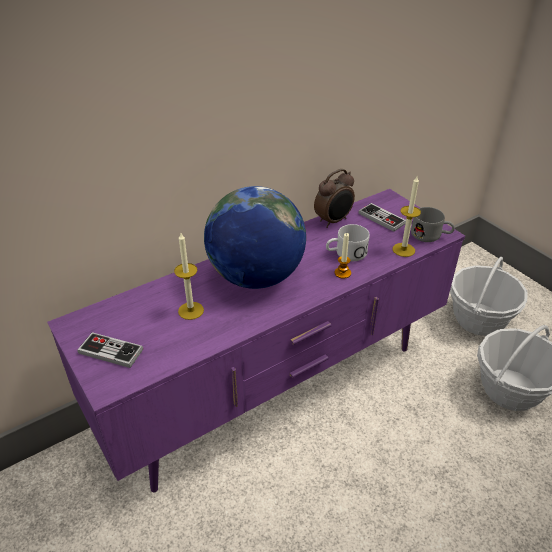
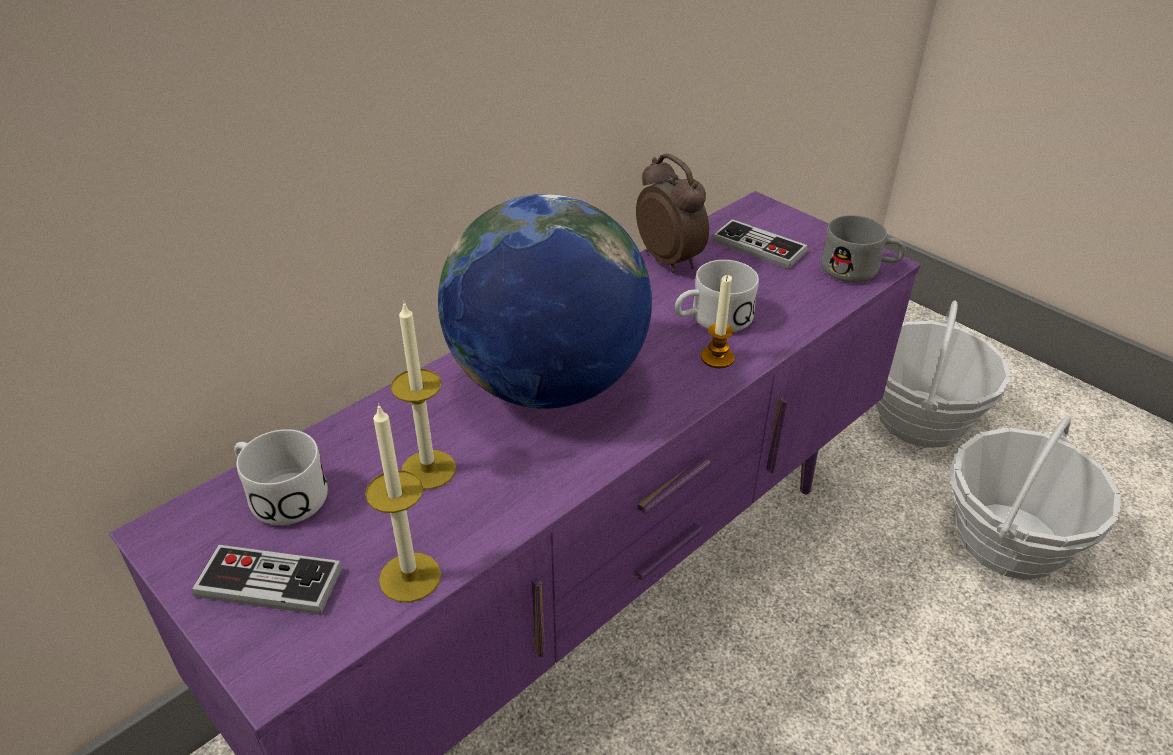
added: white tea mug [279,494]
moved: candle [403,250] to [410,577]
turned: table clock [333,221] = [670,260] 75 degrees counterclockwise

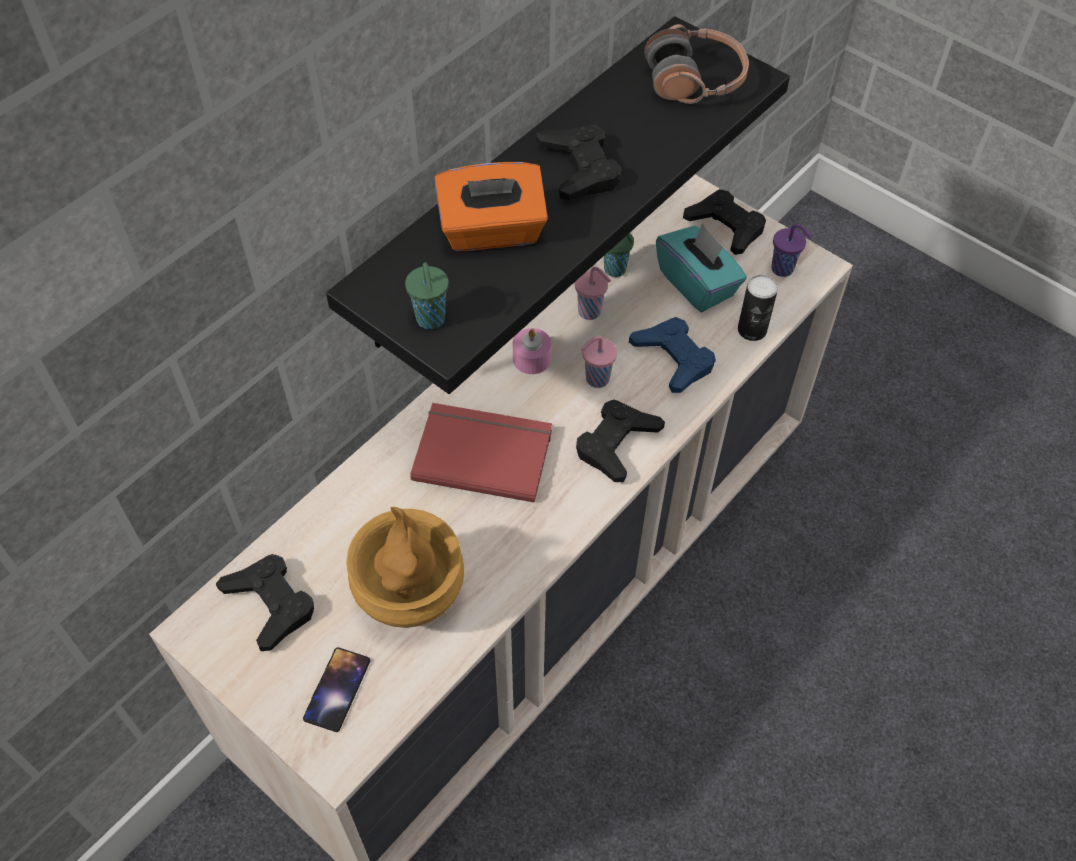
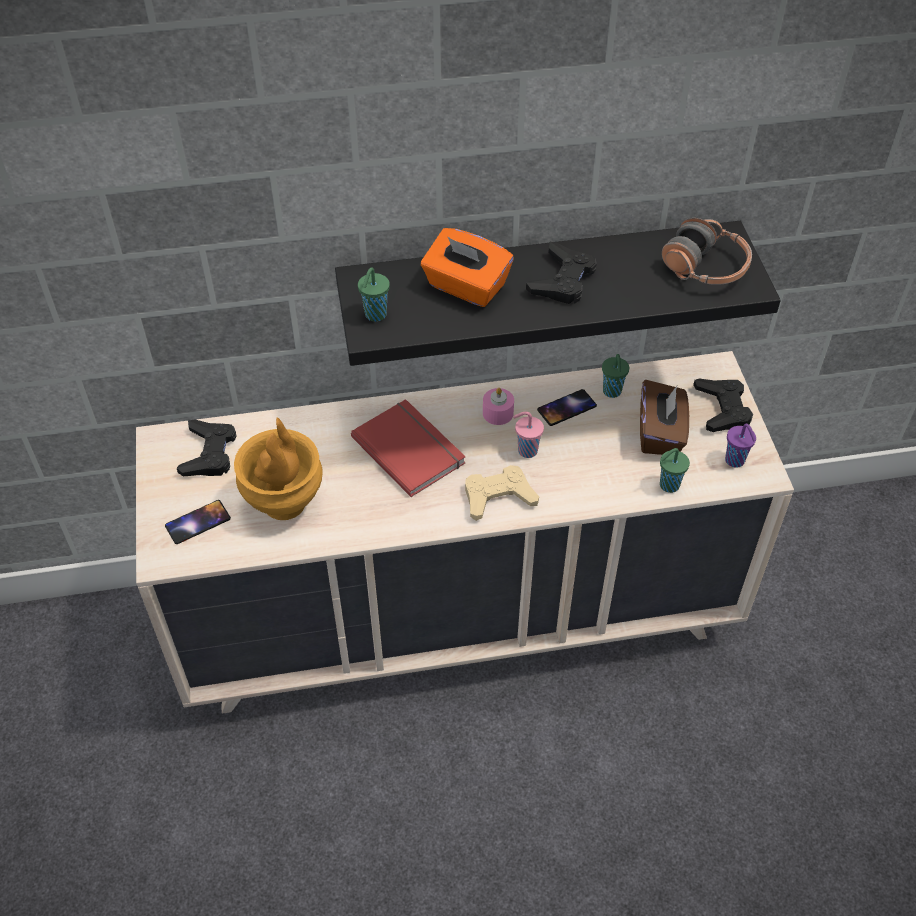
removed: blue-coloured joypad [673,358]
replaced: pink drinking cup [591,312] to phone [567,408]; can [752,330] to greenish drinking cup [668,485]
recoloured: blackish joypad [616,444] to beige joypad [498,497]; turquoise tissue box [697,284] to brown tissue box [660,433]

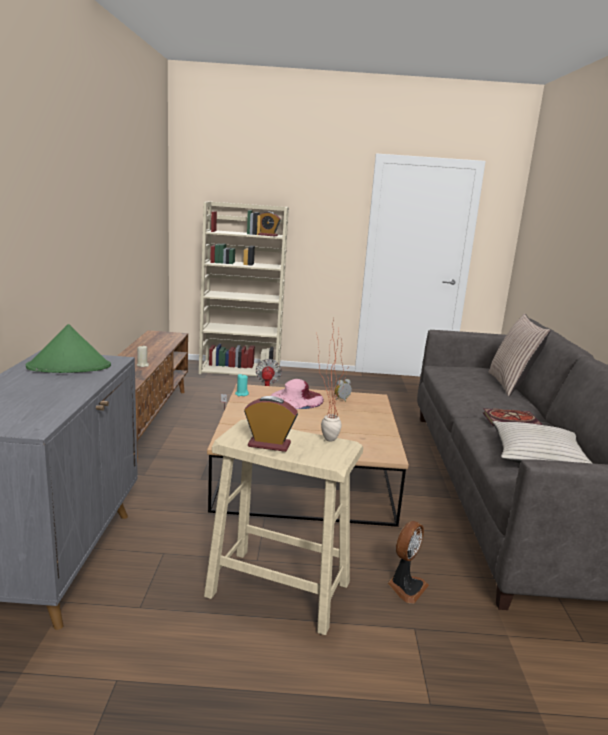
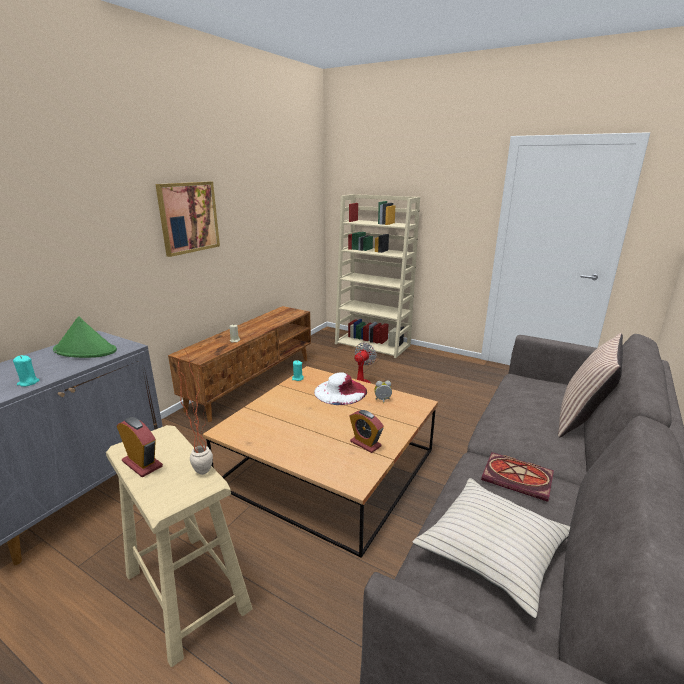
removed: electric fan [405,587]
added: turquoise candle [28,382]; wall picture [188,217]
moved: table clock [268,235] to [365,444]
recoloured: pink hat [296,398] to white hat [340,391]

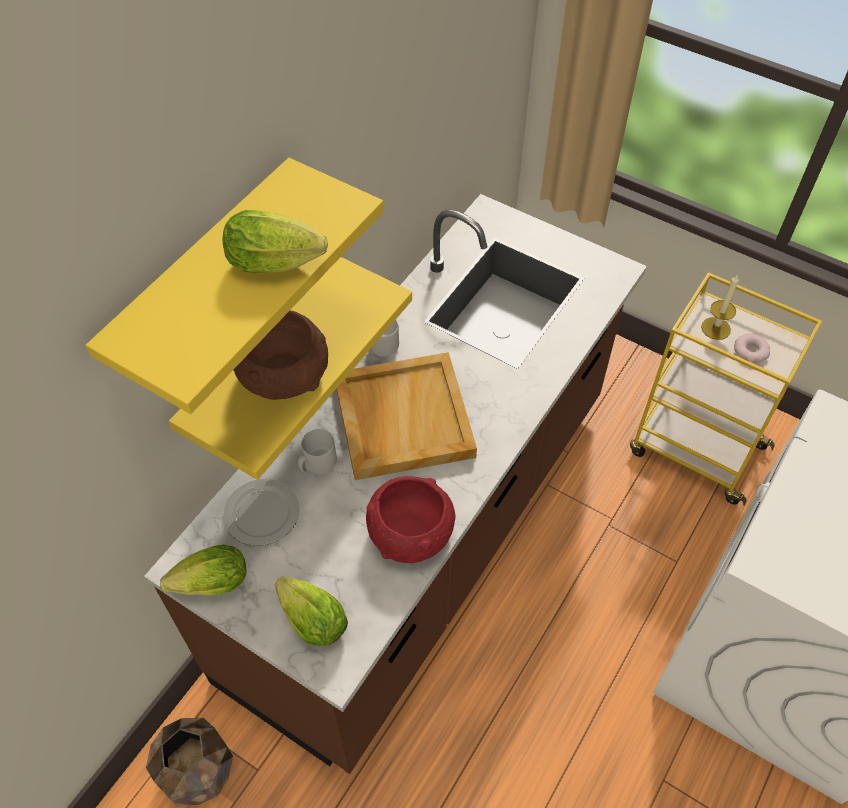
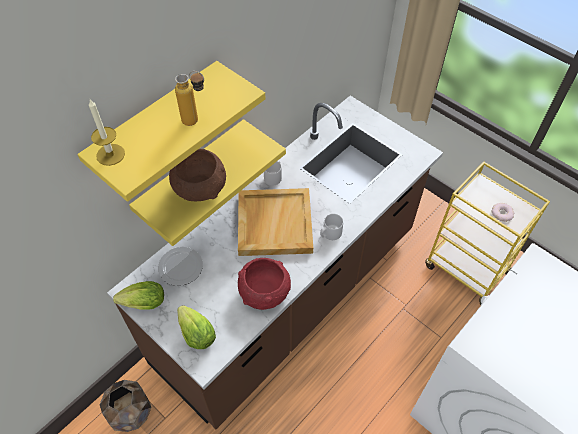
moved: greyish tea mug [317,464] to [330,234]; candle [715,328] to [110,154]
replaced: head of lettuce [280,263] to drink bottle [196,122]

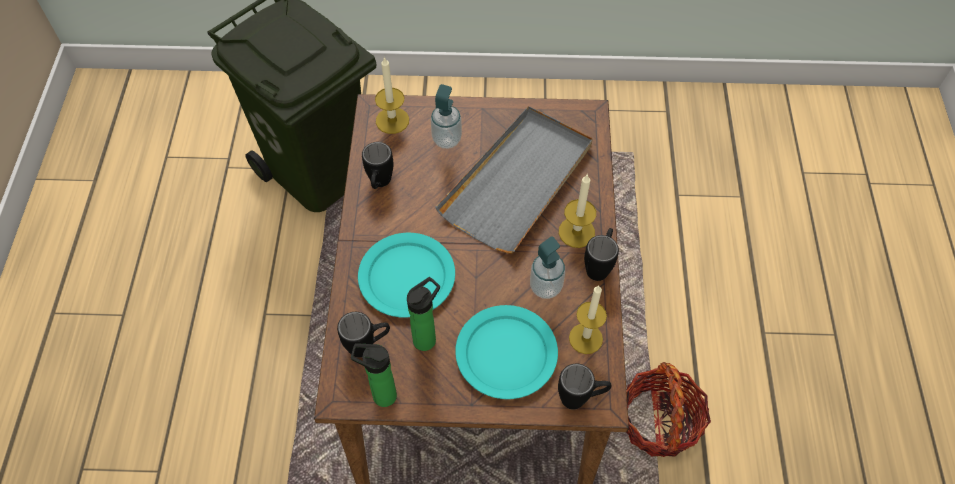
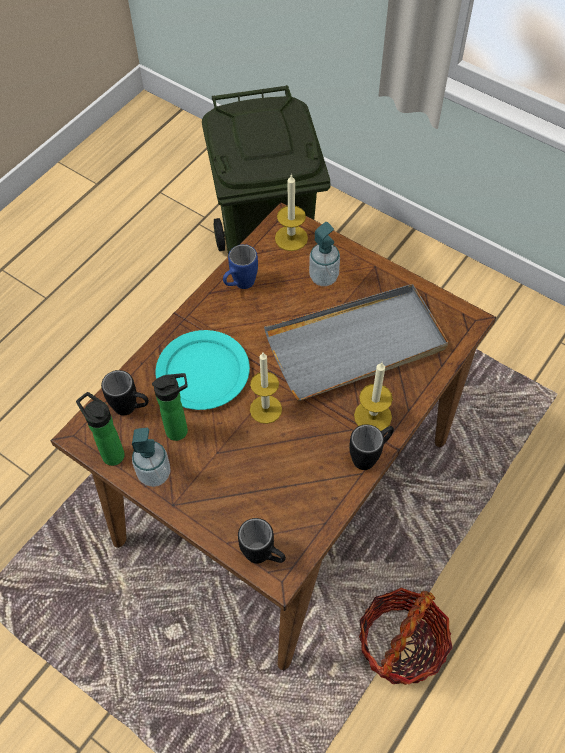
removed: turquoise flat dish [506,354]
moved: liquid soap bottle [545,287] to [154,474]; candle [585,338] to [265,409]
recoloured: blackish tea mug [379,185] to blue-coloured tea mug [240,285]

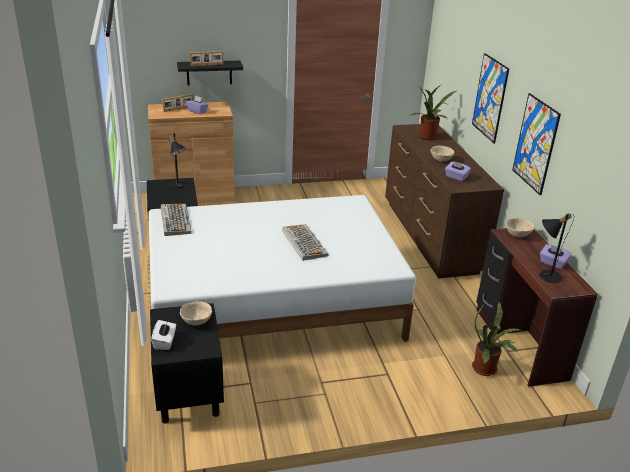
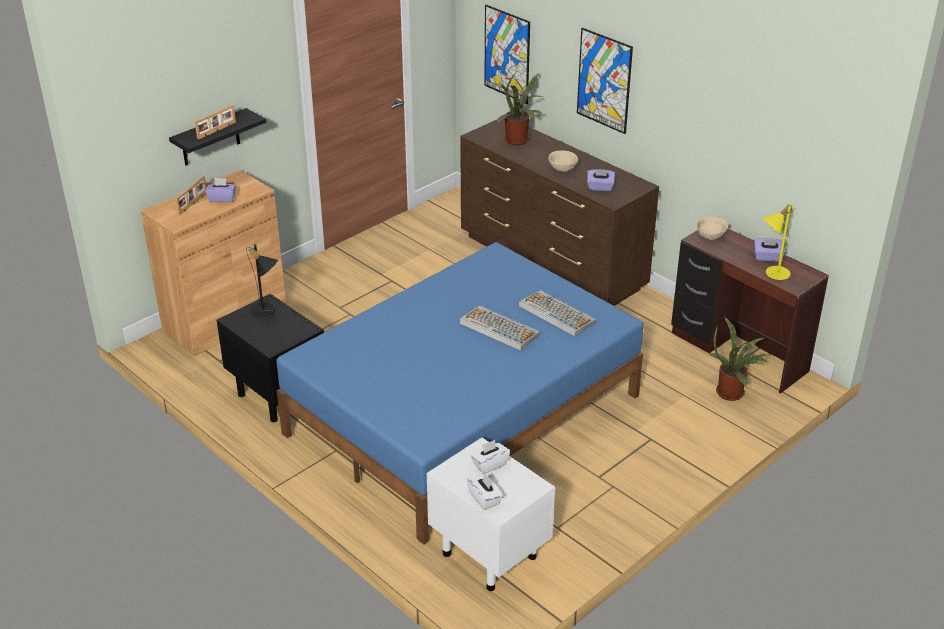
moved: keyboard [175,220] to [556,314]; wall picture [535,144] to [507,54]
replaced: beige deep dish [196,322] to white tissue box [489,464]
recoloured: white bedroom bed [272,302] to blue-coloured bedroom bed [463,414]; blackish bedside table [189,397] to white bedside table [488,554]; blackish tabletop lamp [546,275] to yellowish tabletop lamp [772,272]

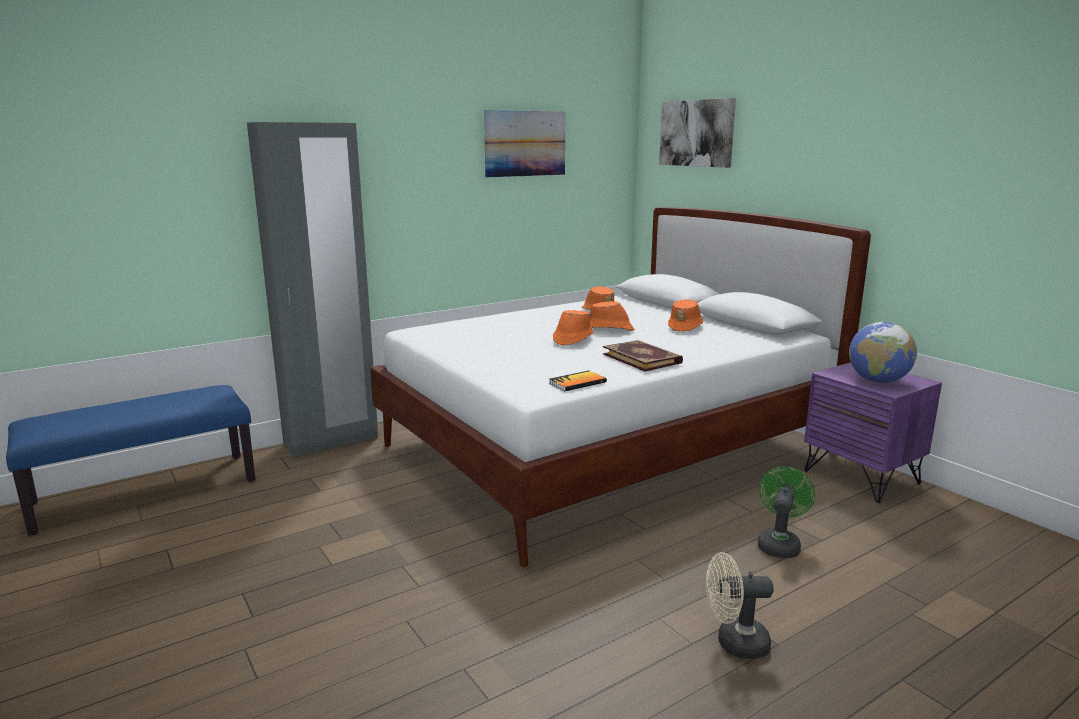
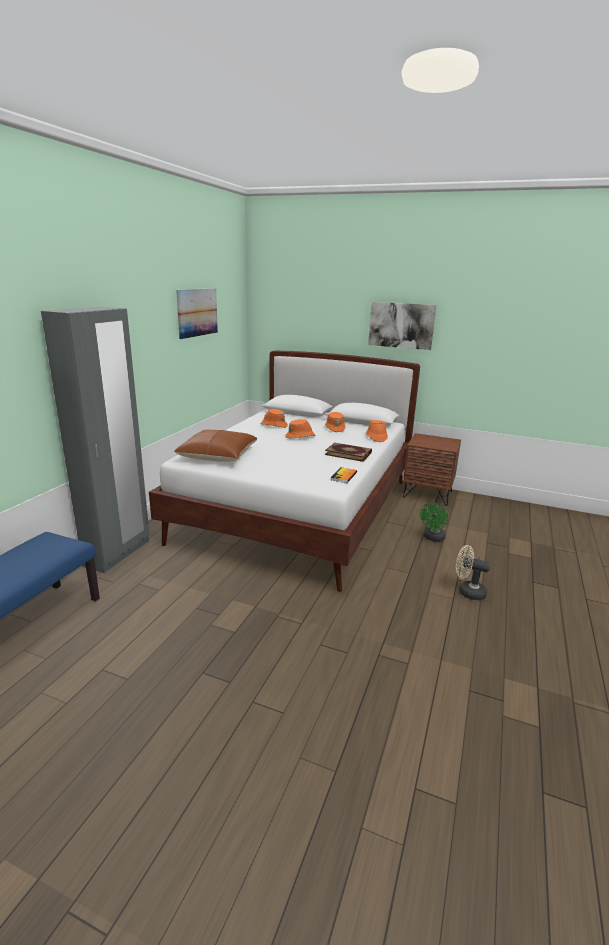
removed: desk globe [878,381]
added: brown throw pillow [217,455]
moved: orange hat [572,339] to [376,437]; wall picture [697,133] to [401,325]
recoloured: purplish bedside table [862,477] to brown bedside table [427,494]
turned: beige electric fan [734,643] = [467,592] 60 degrees clockwise; greenish electric fan [779,544] = [433,538] 135 degrees counterclockwise

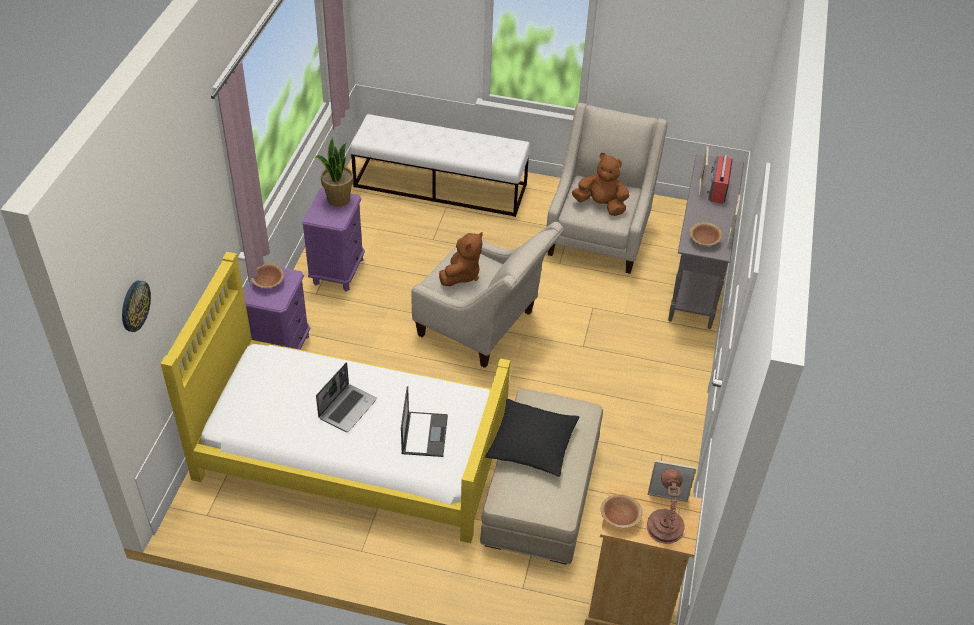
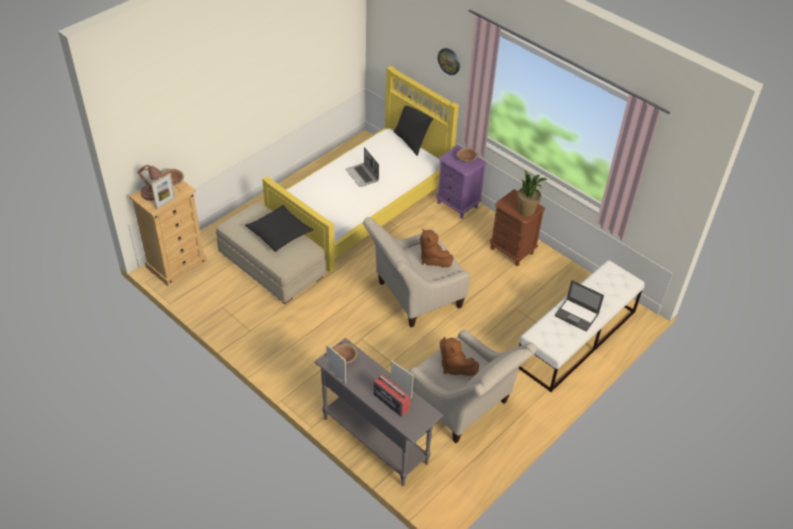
added: blackish throw pillow [411,141]
moved: hanging clock [134,305] to [449,61]; portable computer [424,434] to [577,315]
recoloured: purplish bedside table [338,271] to brown bedside table [512,250]
turned: brown soft toy [601,205] = [454,366] 90 degrees clockwise

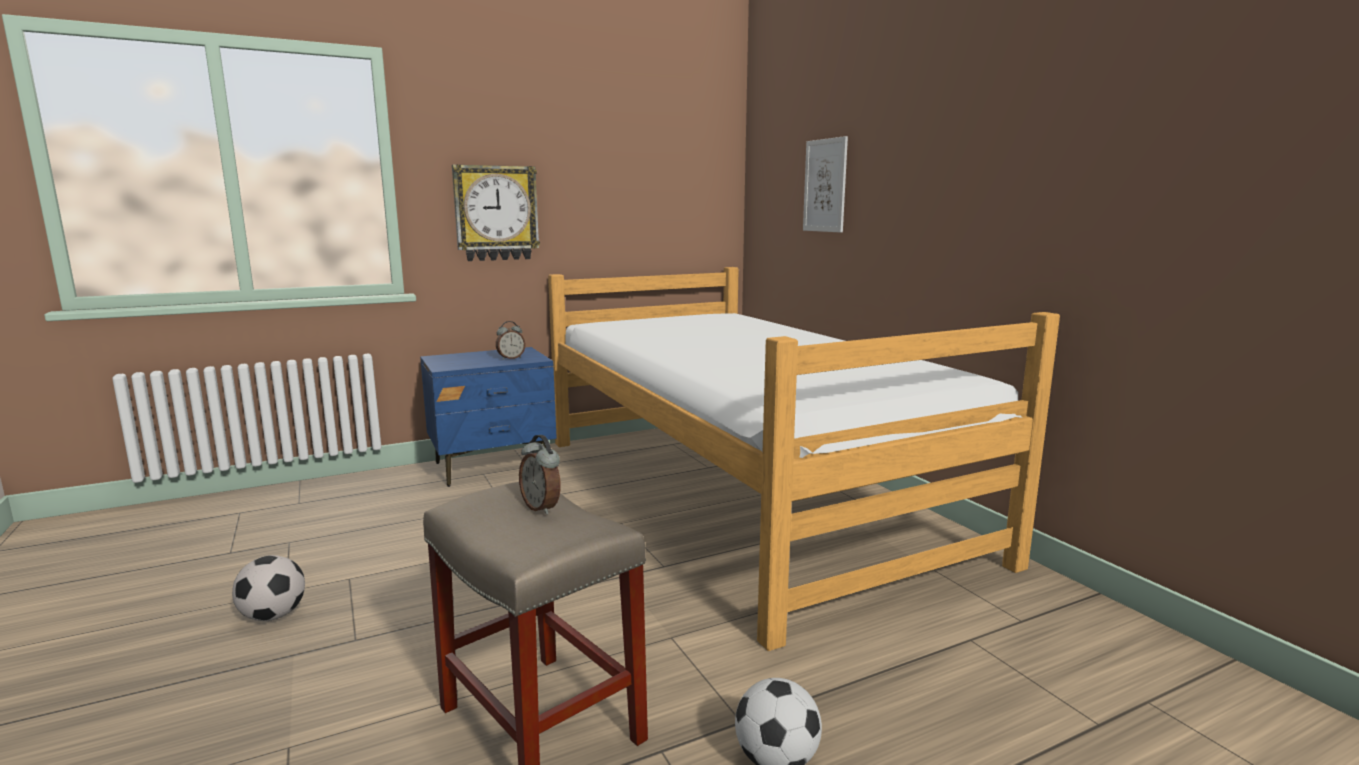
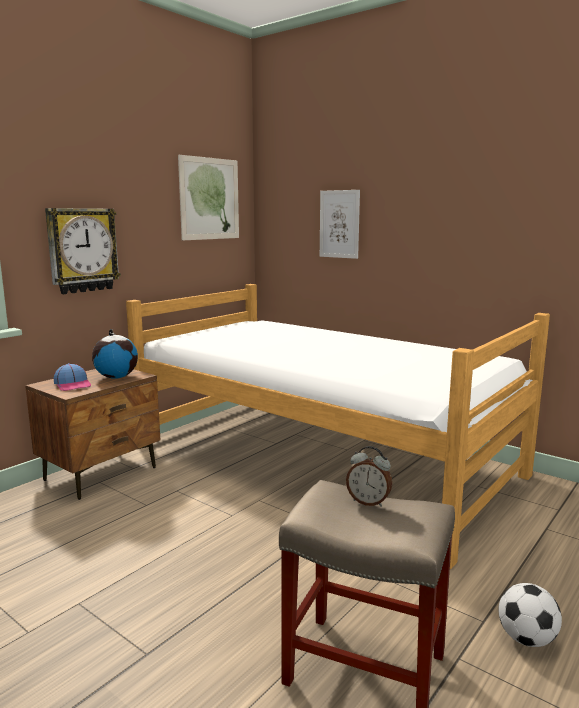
removed: football ball [273,616]
added: baseball cap [73,385]; wall picture [209,199]
replaced: table clock [511,358] to desk globe [116,377]
recoloured: blue-coloured bedside table [493,466] to brown bedside table [102,473]

